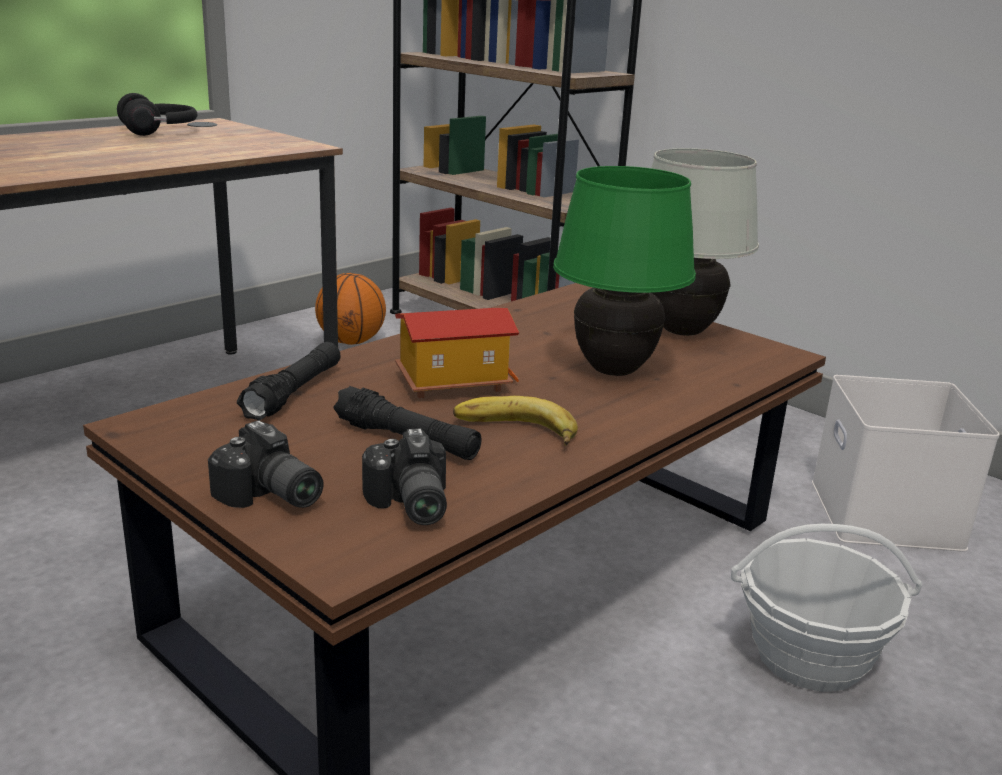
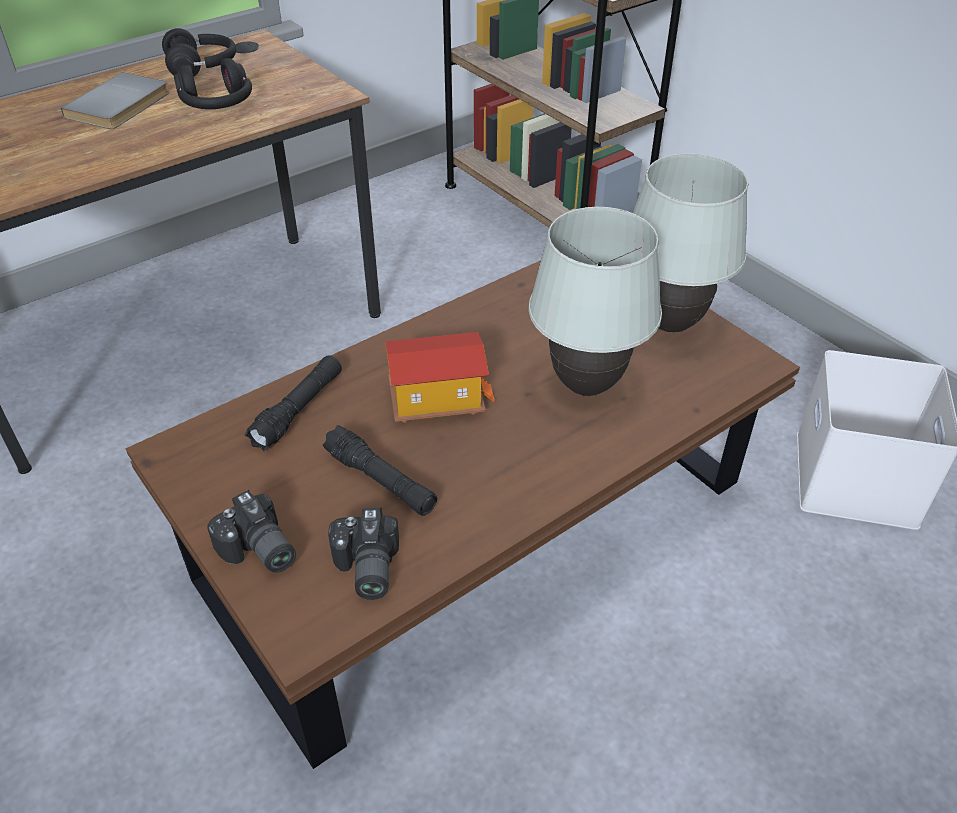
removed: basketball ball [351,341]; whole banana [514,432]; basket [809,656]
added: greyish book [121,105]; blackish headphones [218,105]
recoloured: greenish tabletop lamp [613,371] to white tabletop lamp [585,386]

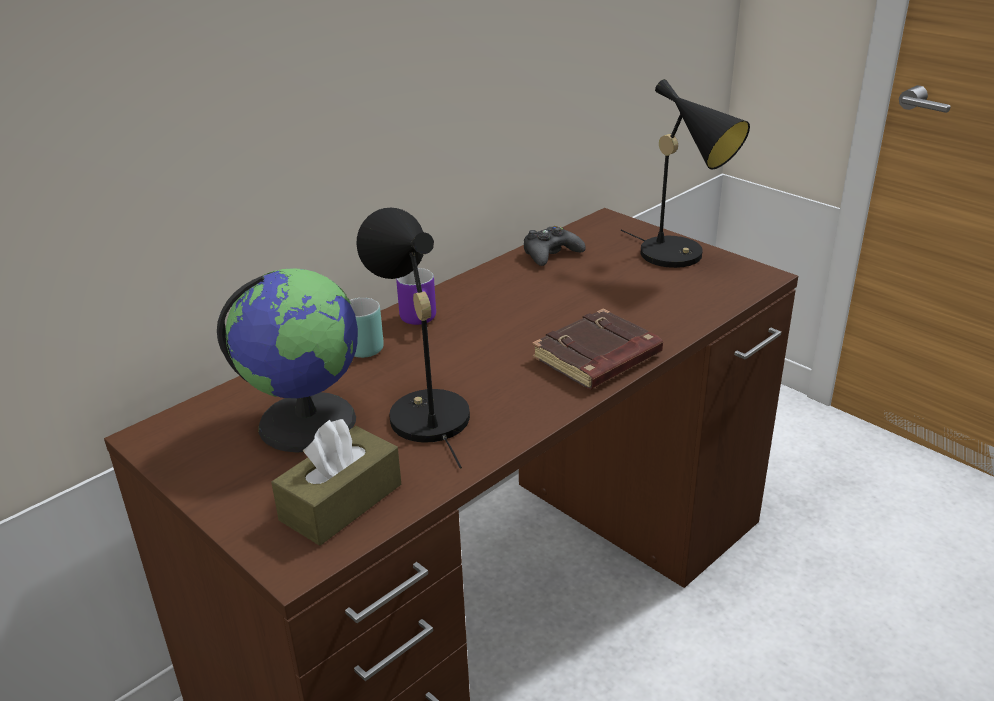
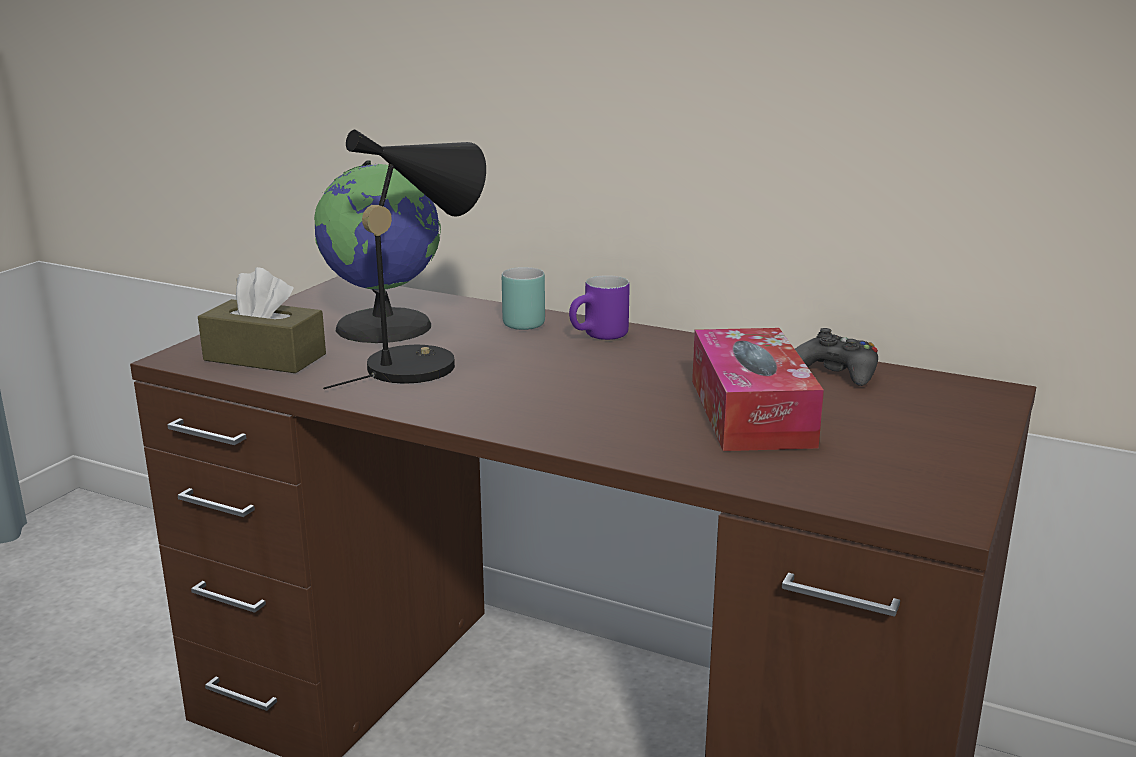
removed: brown book [597,358]; blackish tabletop lamp [680,256]
added: tissue box [751,412]

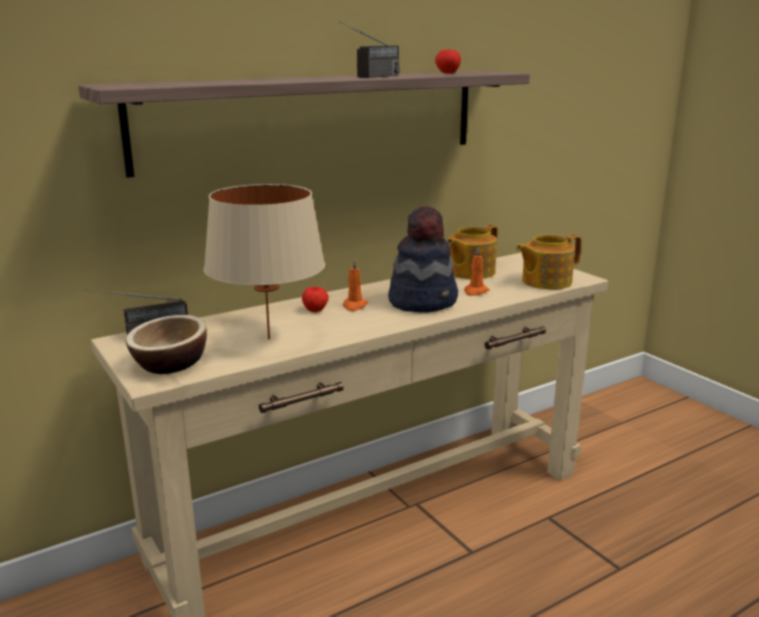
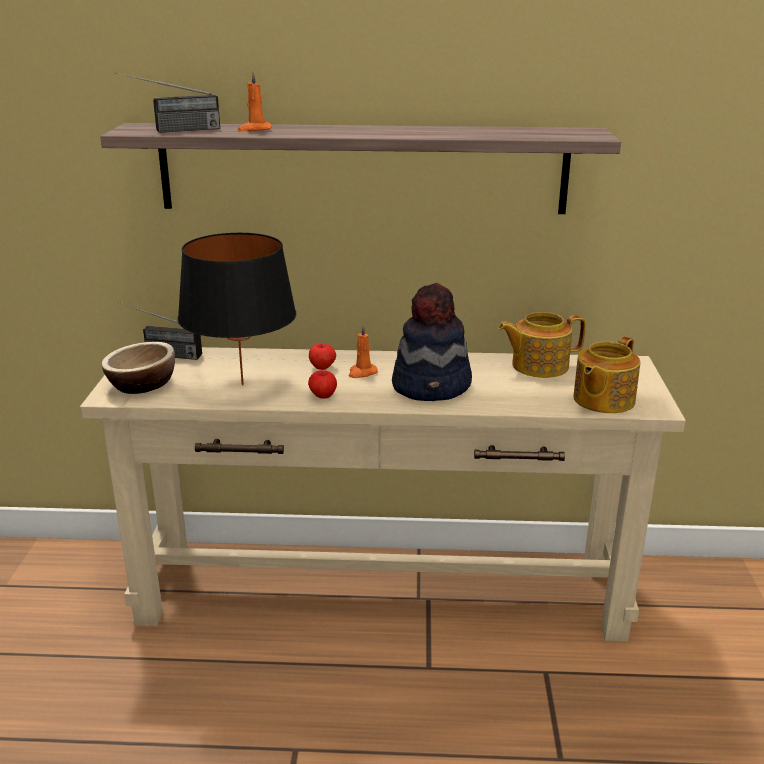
moved: radio receiver [371,77] to [172,130]; apple [447,73] to [322,396]; orange candle [475,291] to [254,129]
recoloured: beige tabletop lamp [269,338] to blackish tabletop lamp [242,384]
turned: tea pot [545,281] = [602,400] 60 degrees counterclockwise

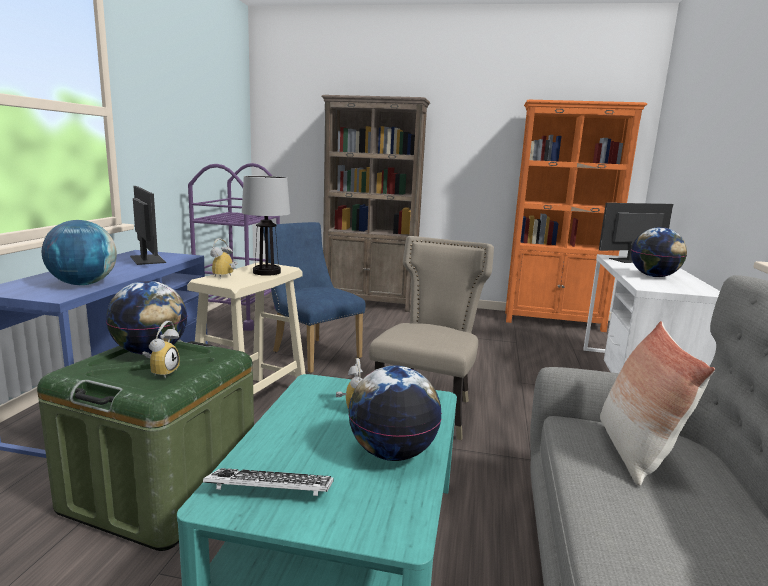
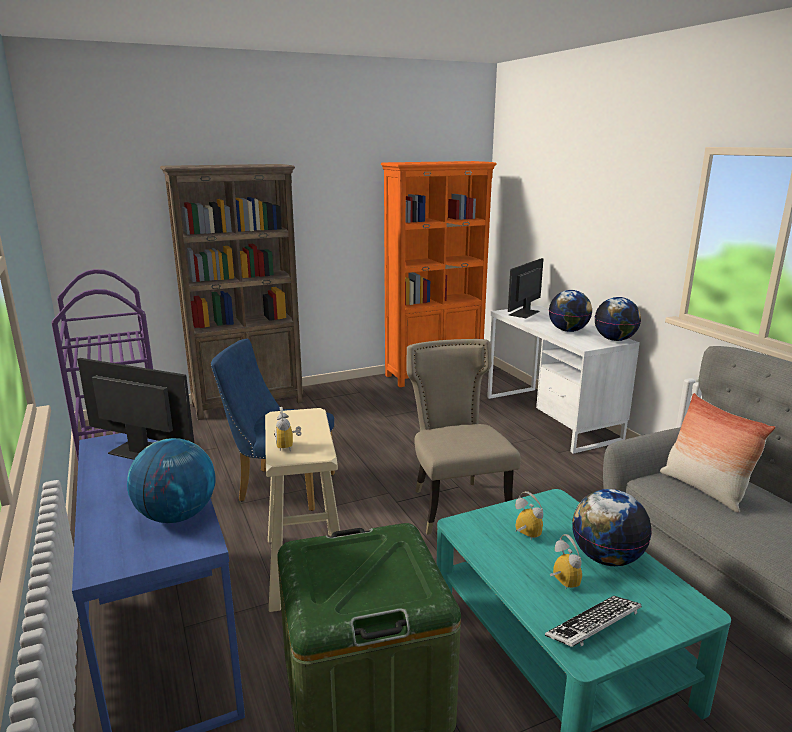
removed: tabletop lamp [267,272]
moved: desk globe [150,352] to [615,340]; table clock [162,372] to [561,583]

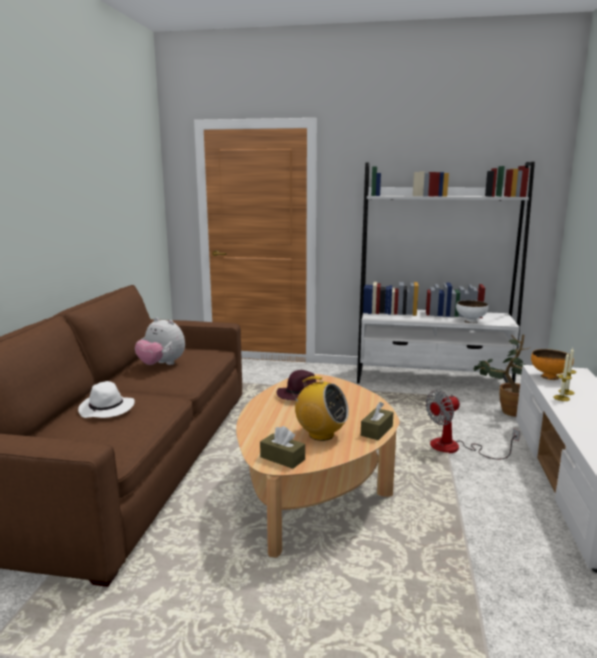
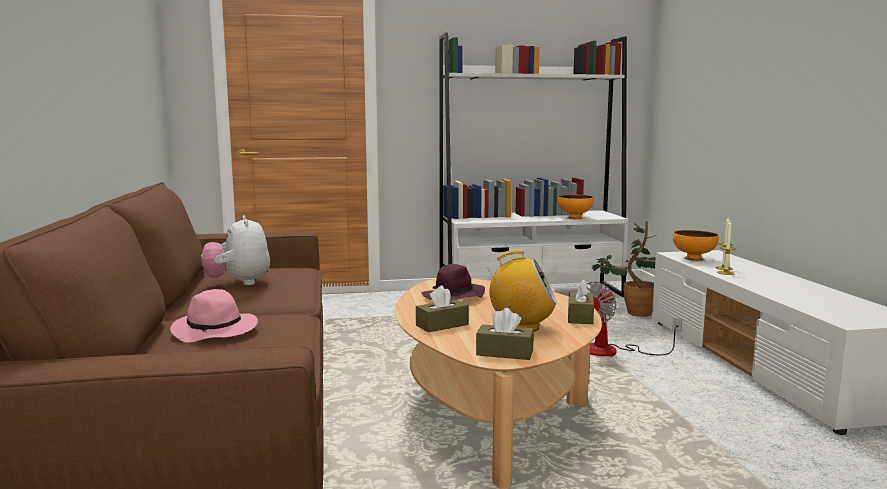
added: brown tissue box [442,325]
recoloured: white hat [107,409] to pink hat [216,331]; white deep dish [471,321] to orange deep dish [575,218]
turned: soft toy [161,365] = [238,283] 60 degrees clockwise

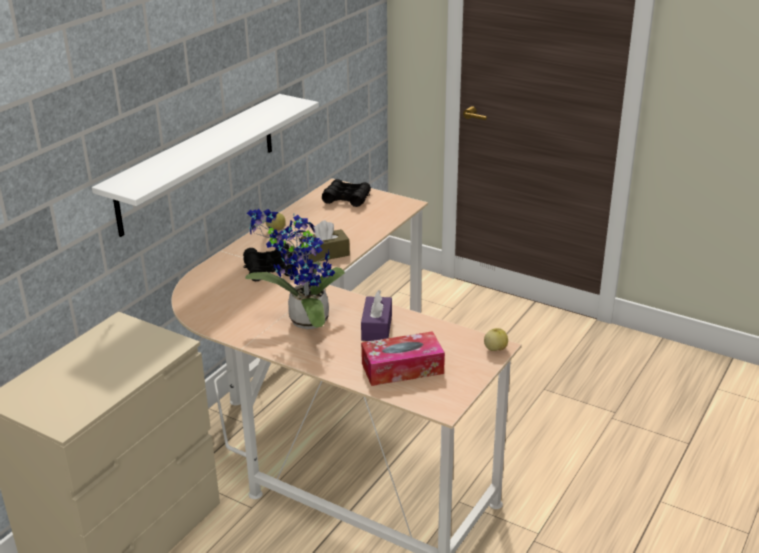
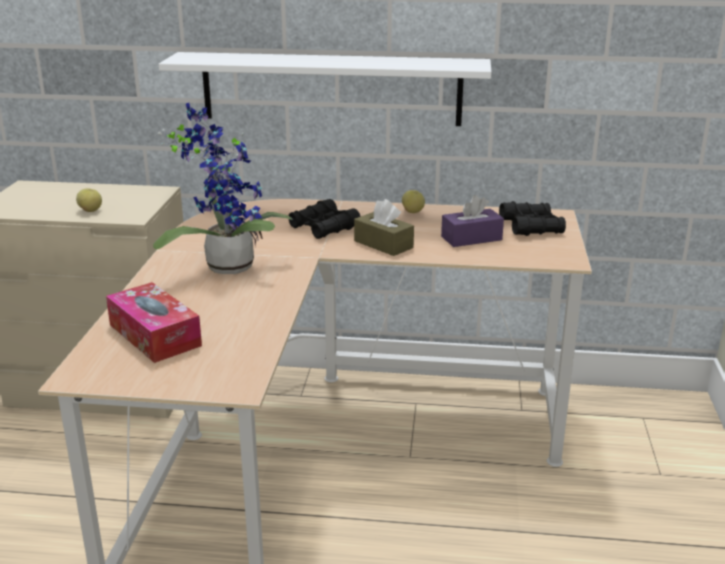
moved: purplish tissue box [377,327] to [471,238]; apple [495,349] to [90,210]

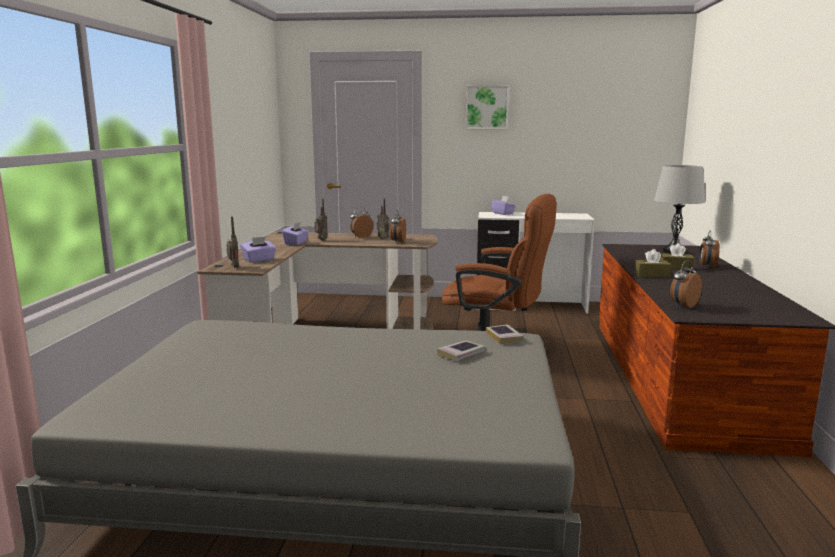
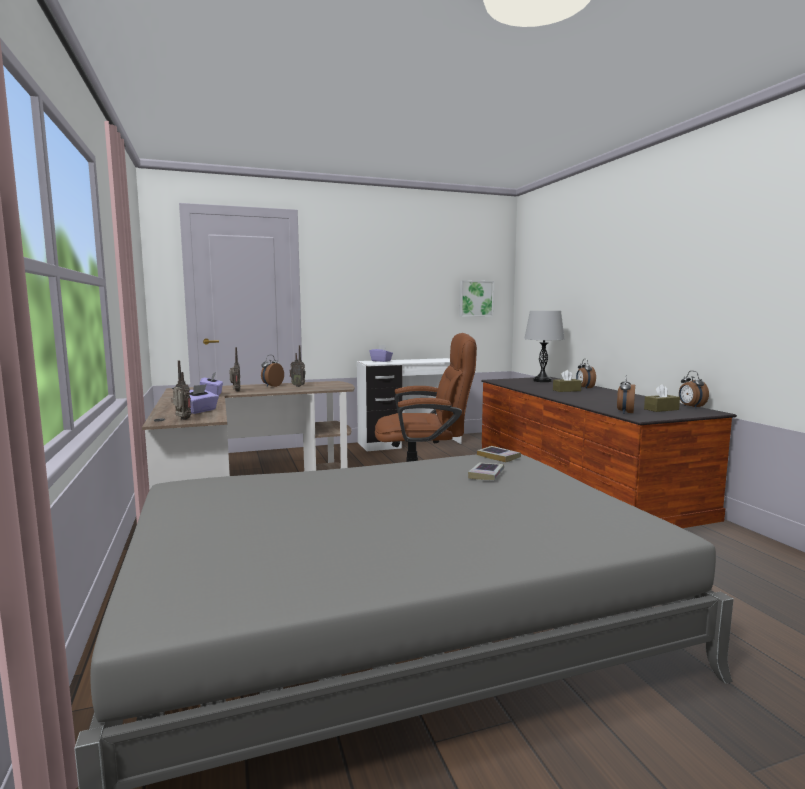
moved: table clock [397,242] to [691,407]; wall picture [487,107] to [475,298]; brown tissue box [651,275] to [661,409]

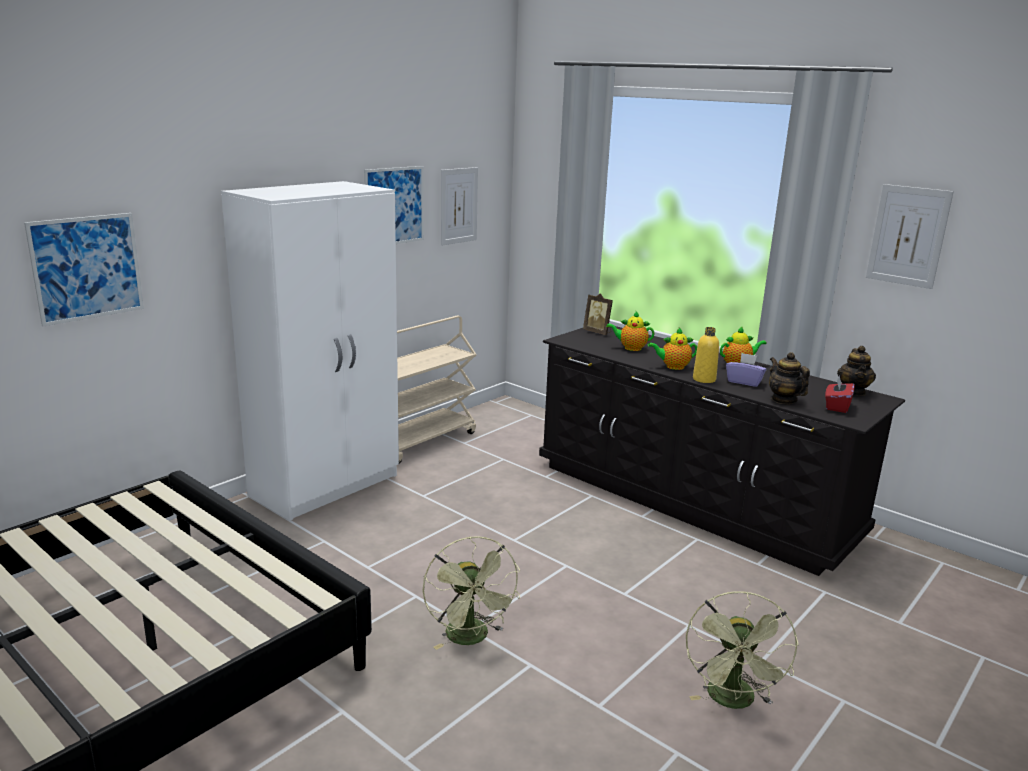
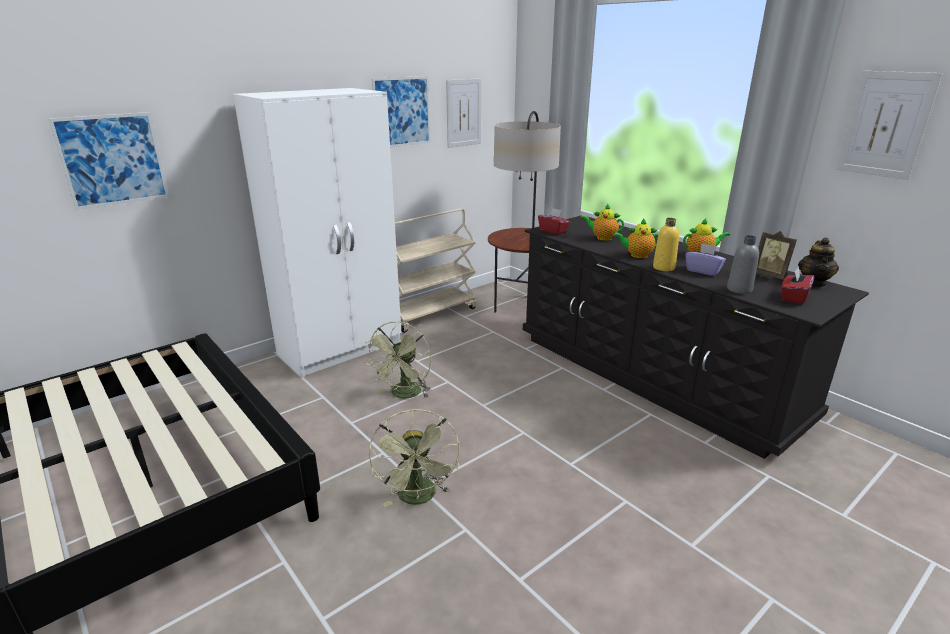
added: floor lamp [521,307]; red-coloured tissue box [553,231]
moved: standing frame [598,332] to [770,275]; greenish electric fan [733,701] to [404,395]
replaced: tea pot [784,400] to greyish drink bottle [739,289]

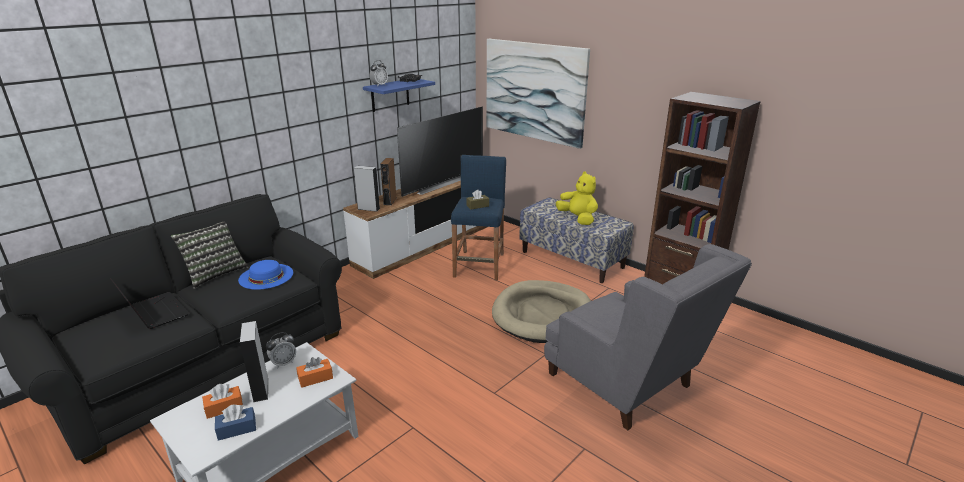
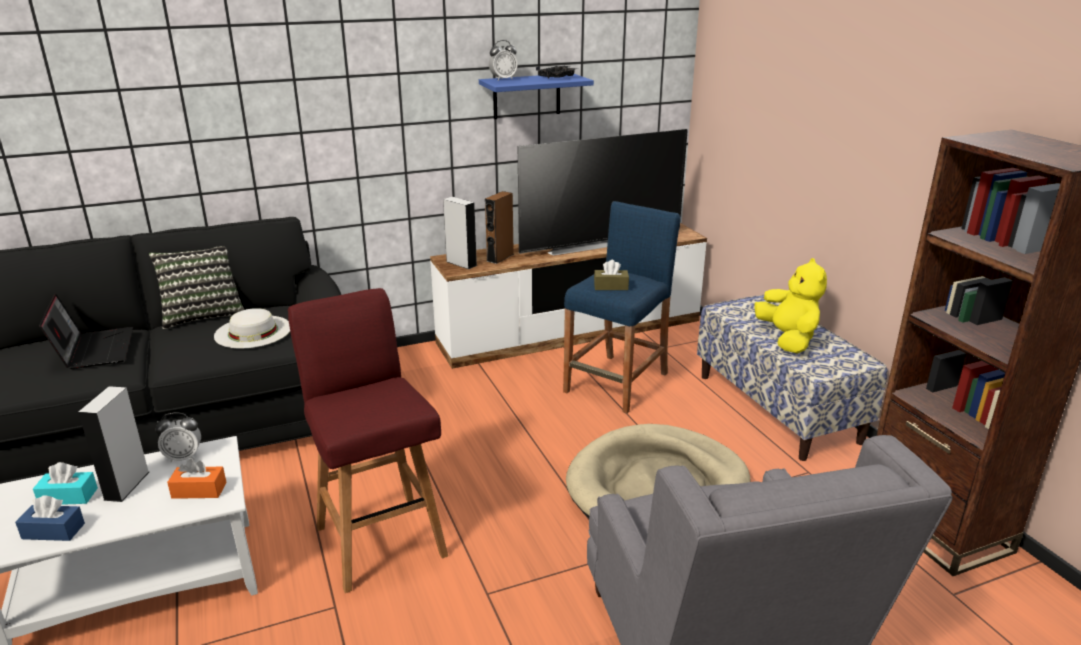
removed: wall picture [534,91]
added: red-coloured stool seat [380,539]
recoloured: orange tissue box [224,407] to turquoise tissue box [68,496]; blue-coloured hat [266,276] to white hat [253,331]

